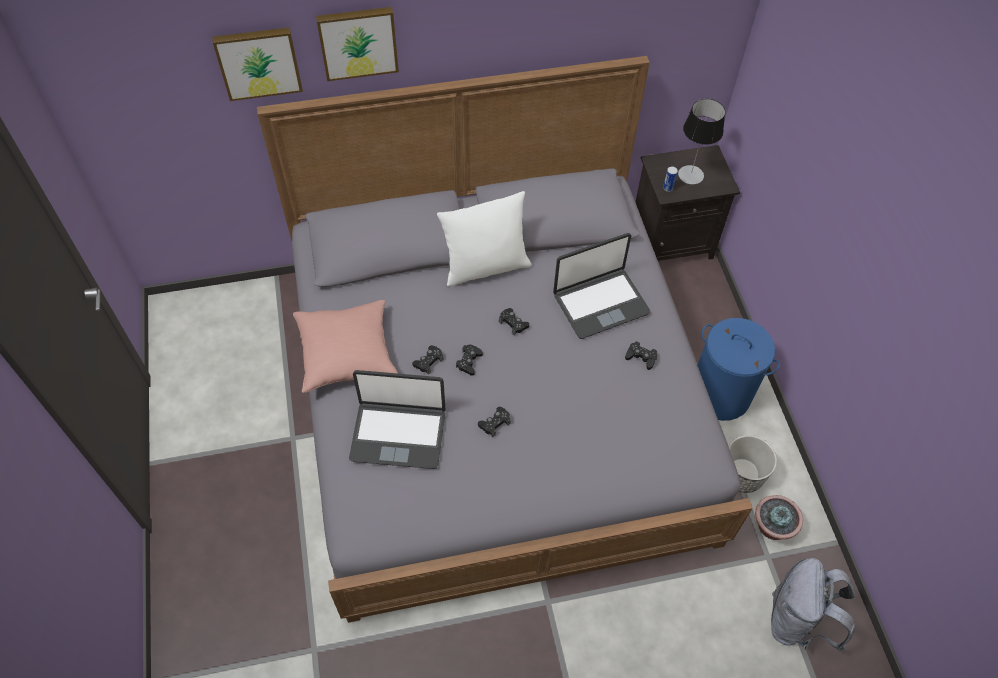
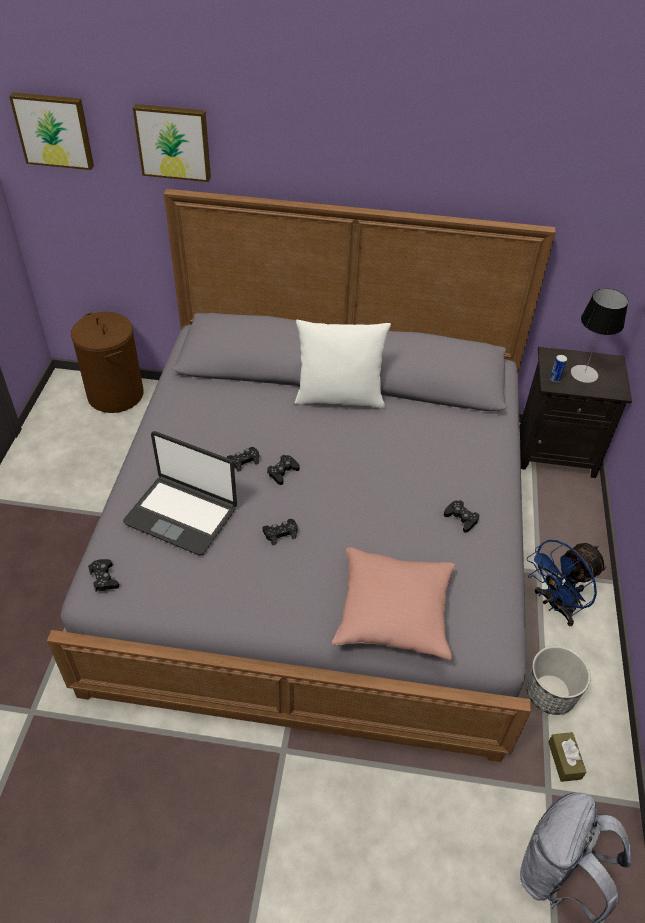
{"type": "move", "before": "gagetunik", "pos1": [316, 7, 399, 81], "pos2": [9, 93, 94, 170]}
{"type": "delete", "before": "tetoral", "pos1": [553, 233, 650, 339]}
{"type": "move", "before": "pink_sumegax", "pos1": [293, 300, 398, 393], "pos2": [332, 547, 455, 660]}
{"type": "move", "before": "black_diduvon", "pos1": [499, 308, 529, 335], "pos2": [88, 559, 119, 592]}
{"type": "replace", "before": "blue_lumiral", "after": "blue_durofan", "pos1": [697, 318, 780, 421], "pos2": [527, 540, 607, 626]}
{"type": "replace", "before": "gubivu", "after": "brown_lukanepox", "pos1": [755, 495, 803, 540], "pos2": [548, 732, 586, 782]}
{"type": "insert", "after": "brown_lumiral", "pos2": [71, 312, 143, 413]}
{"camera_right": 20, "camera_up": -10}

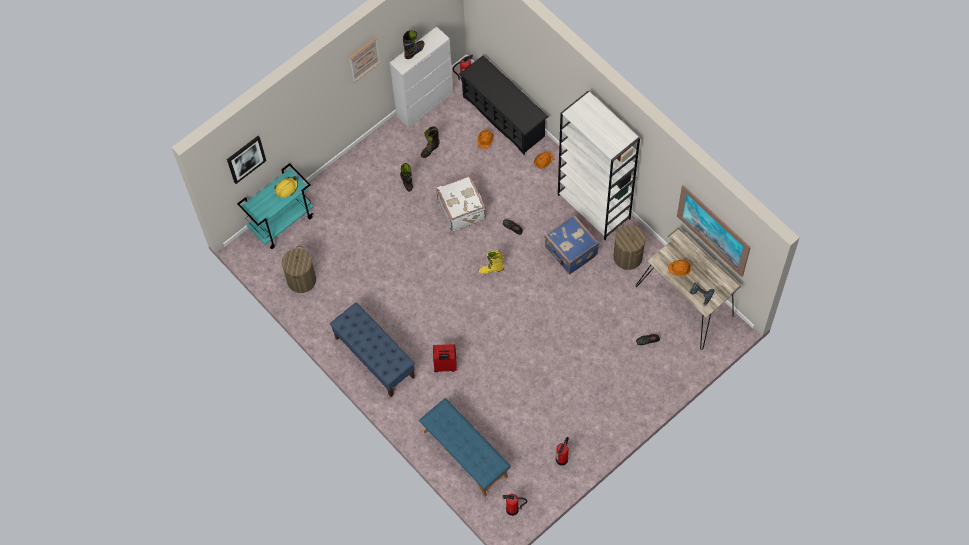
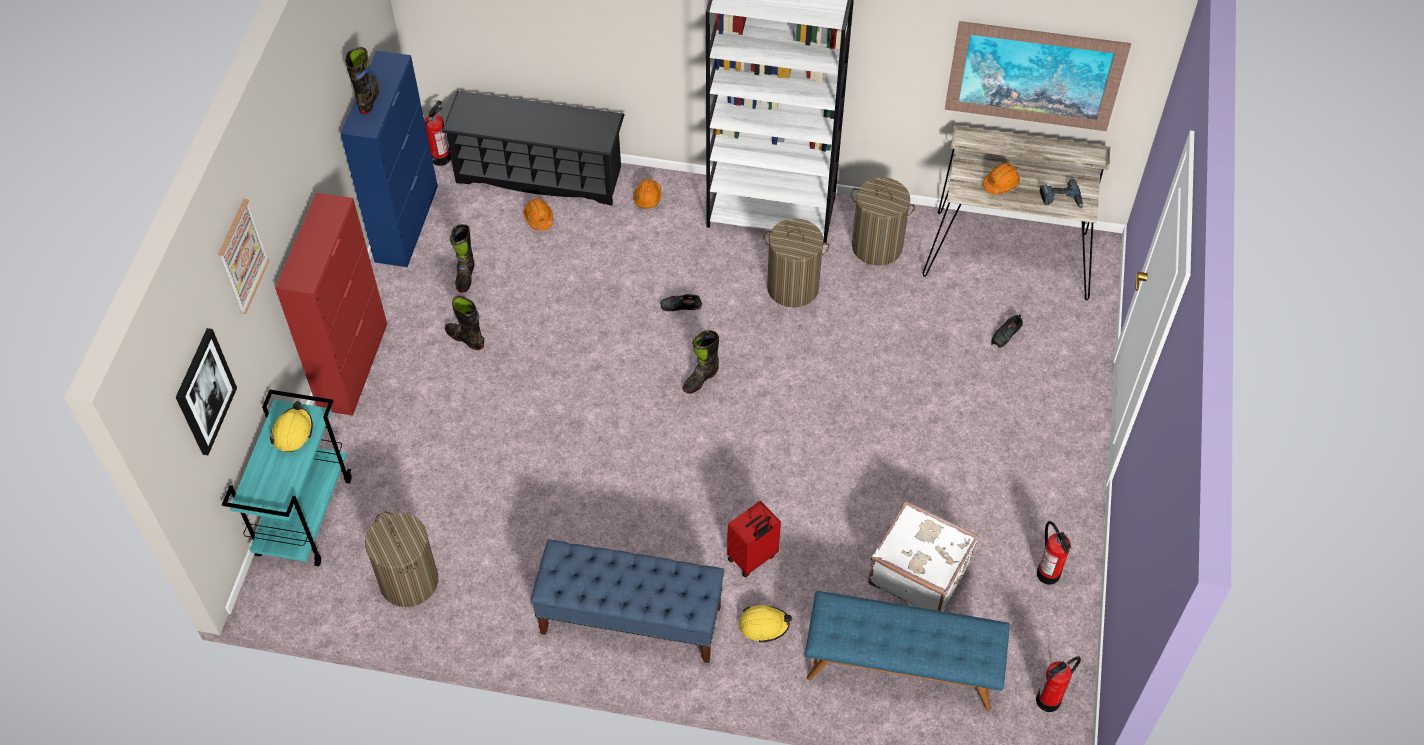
{"type": "recolor", "before": "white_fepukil", "after": "blue_fepukil", "pos1": [390, 27, 453, 128], "pos2": [340, 50, 438, 267]}
{"type": "move", "before": "gagetunik", "pos1": [349, 37, 380, 82], "pos2": [218, 199, 269, 314]}
{"type": "move", "before": "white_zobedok", "pos1": [436, 175, 486, 232], "pos2": [868, 501, 979, 611]}
{"type": "replace", "before": "blue_zobedok", "after": "lumiral", "pos1": [544, 215, 599, 274], "pos2": [763, 218, 830, 308]}
{"type": "recolor", "before": "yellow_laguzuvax", "after": "black_laguzuvax", "pos1": [478, 250, 504, 274], "pos2": [682, 330, 719, 394]}
{"type": "insert", "after": "red_fepukil", "pos2": [275, 192, 387, 416]}
{"type": "insert", "after": "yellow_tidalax", "pos2": [739, 605, 792, 643]}
{"camera_right": -40, "camera_up": -10}

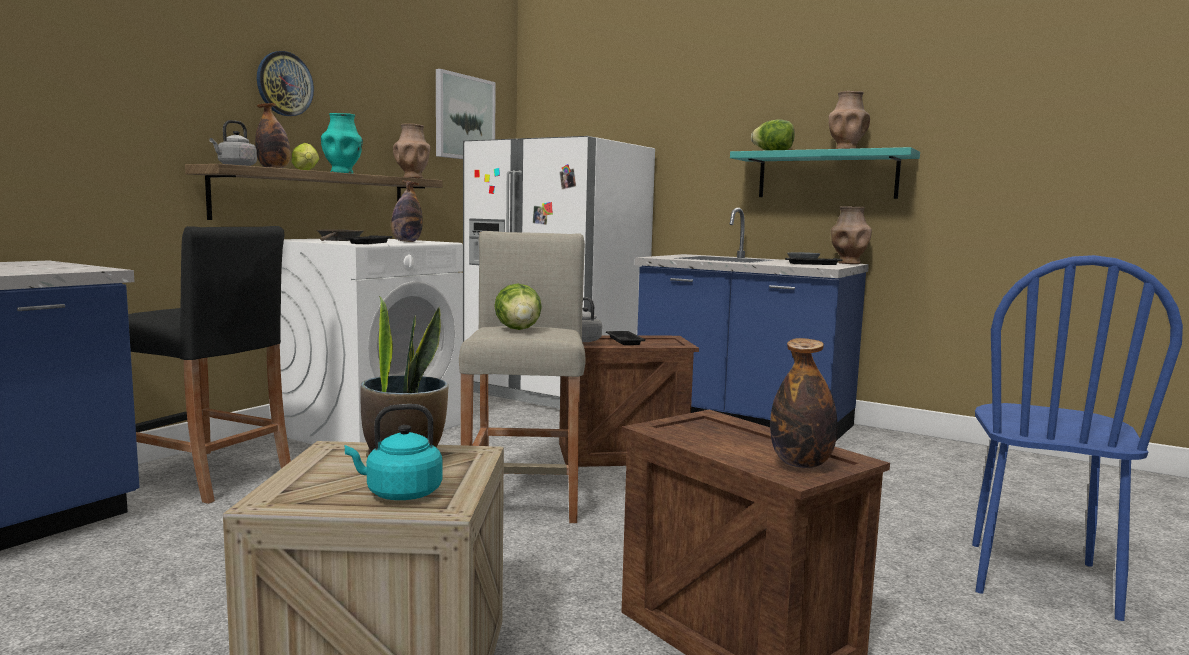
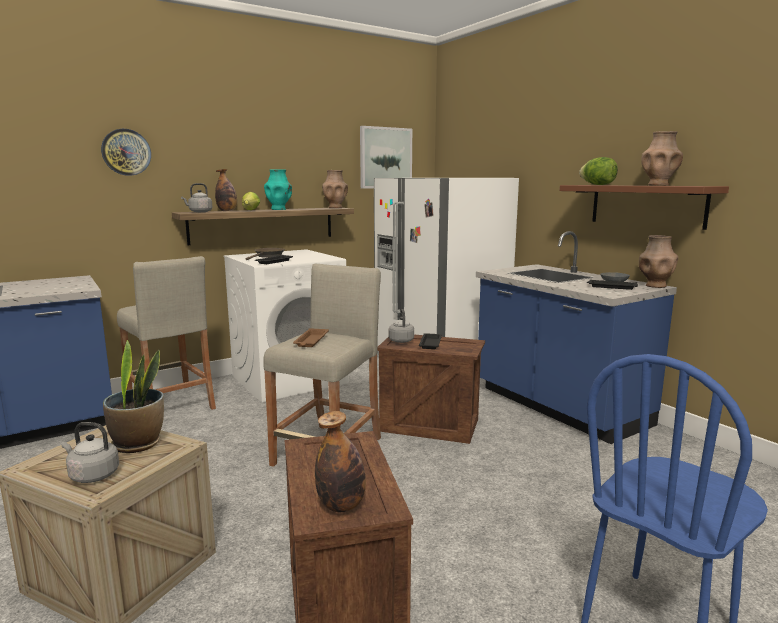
{"type": "move", "before": "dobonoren", "pos1": [257, 51, 314, 116], "pos2": [101, 129, 151, 176]}
{"type": "recolor", "before": "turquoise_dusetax", "after": "brown_dusetax", "pos1": [730, 147, 920, 199], "pos2": [560, 185, 729, 230]}
{"type": "delete", "before": "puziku", "pos1": [391, 180, 423, 242]}
{"type": "recolor", "before": "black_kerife", "after": "beige_kerife", "pos1": [128, 226, 291, 504], "pos2": [117, 256, 216, 410]}
{"type": "replace", "before": "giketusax", "after": "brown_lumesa", "pos1": [494, 283, 542, 330], "pos2": [293, 328, 329, 347]}
{"type": "recolor", "before": "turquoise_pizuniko", "after": "grey_pizuniko", "pos1": [345, 404, 443, 500], "pos2": [61, 422, 119, 483]}
{"camera_right": 25, "camera_up": 5}

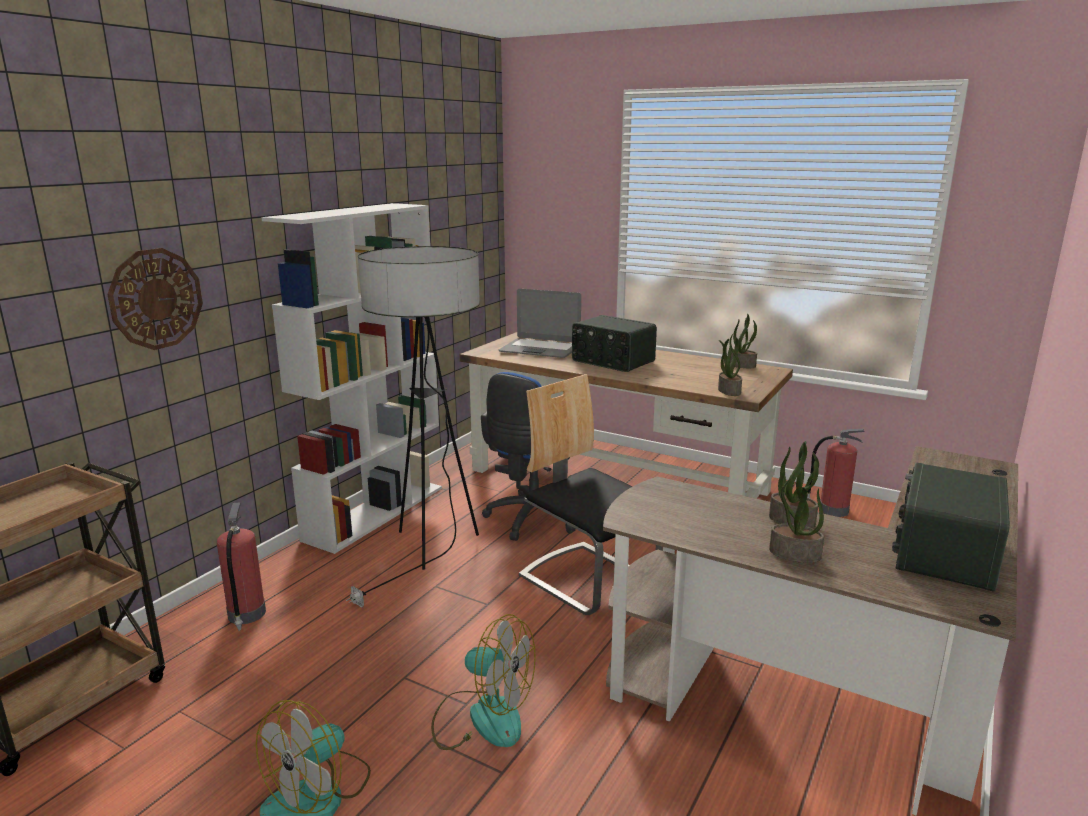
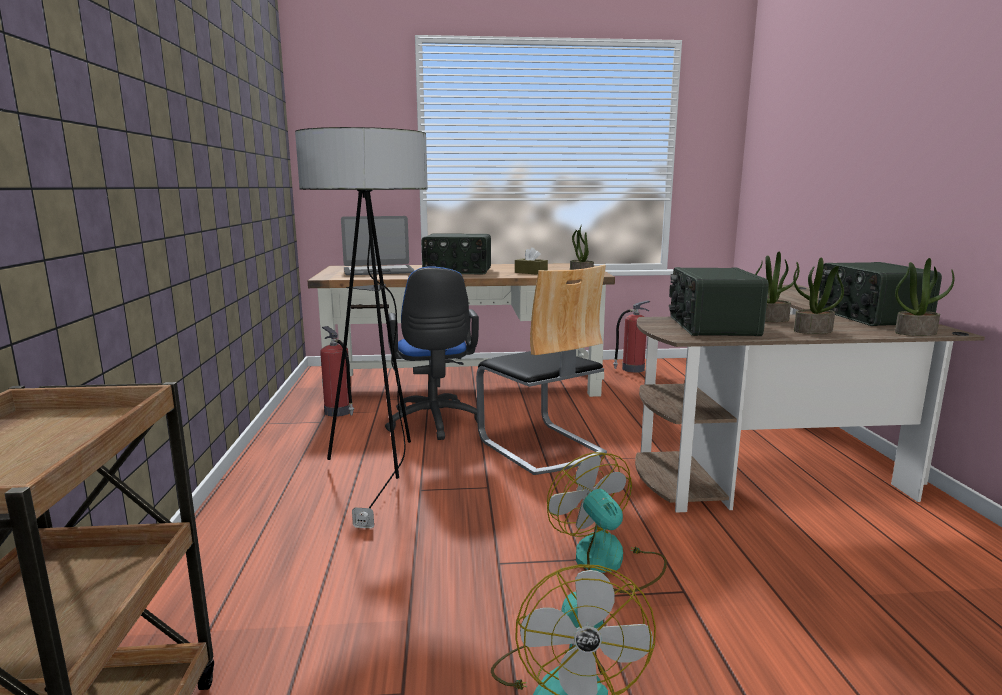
{"type": "delete", "before": "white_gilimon", "pos1": [261, 203, 442, 554]}
{"type": "delete", "before": "dobonoren", "pos1": [107, 248, 203, 350]}
{"type": "move", "before": "gubivu", "pos1": [728, 314, 757, 368], "pos2": [895, 258, 954, 336]}
{"type": "rotate", "before": "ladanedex", "pos1": [519, 374, 663, 615], "pos2": [476, 265, 607, 475], "turn": -135}
{"type": "move", "before": "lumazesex", "pos1": [217, 502, 266, 631], "pos2": [320, 326, 354, 417]}
{"type": "rotate", "before": "durofan", "pos1": [431, 614, 536, 750], "pos2": [547, 452, 667, 593], "turn": -105}
{"type": "insert", "after": "brown_lukanepox", "pos2": [515, 247, 548, 275]}
{"type": "insert", "after": "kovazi", "pos2": [669, 267, 769, 336]}
{"camera_right": -35, "camera_up": -5}

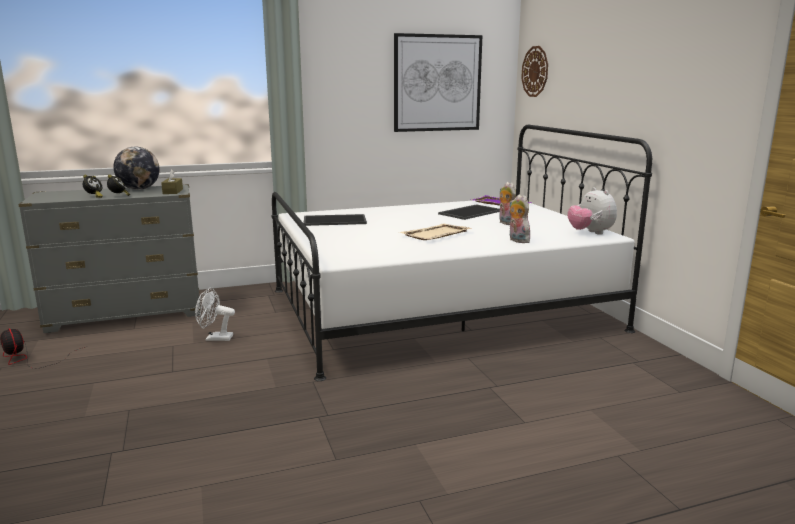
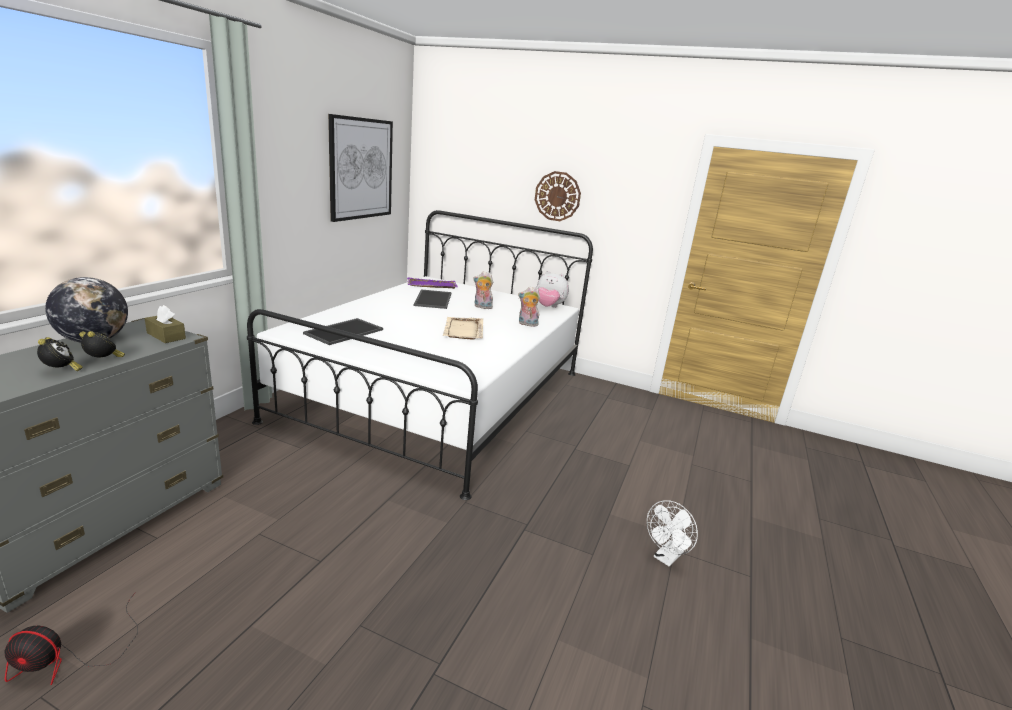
{"type": "move", "before": "dobonoren", "pos1": [521, 46, 548, 97], "pos2": [535, 171, 581, 221]}
{"type": "move", "before": "white_durofan", "pos1": [195, 287, 235, 341], "pos2": [647, 500, 698, 567]}
{"camera_right": -50, "camera_up": 5}

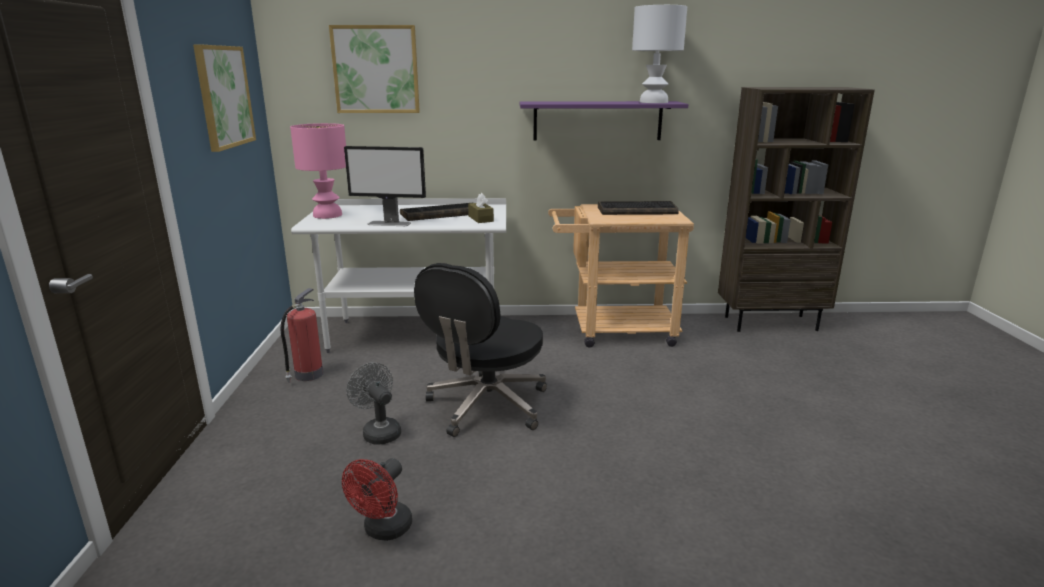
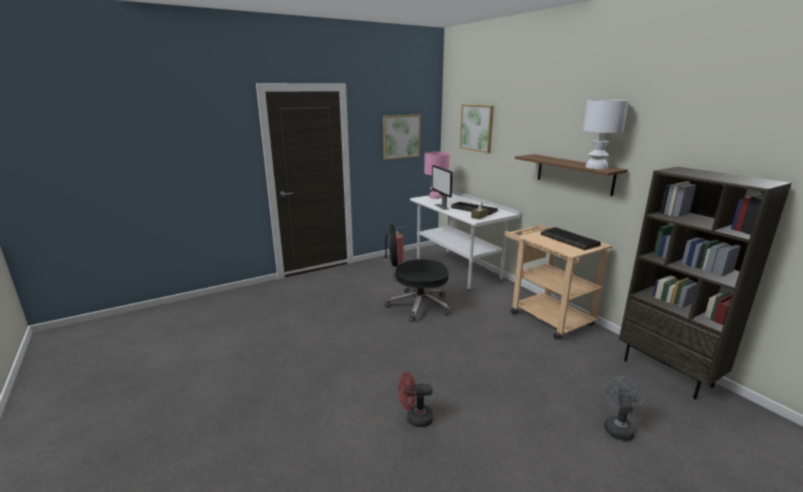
{"type": "recolor", "before": "purple_dusetax", "after": "brown_dusetax", "pos1": [520, 101, 689, 140], "pos2": [515, 154, 628, 196]}
{"type": "move", "before": "grey_durofan", "pos1": [346, 362, 401, 445], "pos2": [604, 377, 645, 441]}
{"type": "move", "before": "red_durofan", "pos1": [342, 458, 412, 541], "pos2": [398, 372, 433, 427]}
{"camera_right": 60, "camera_up": 0}

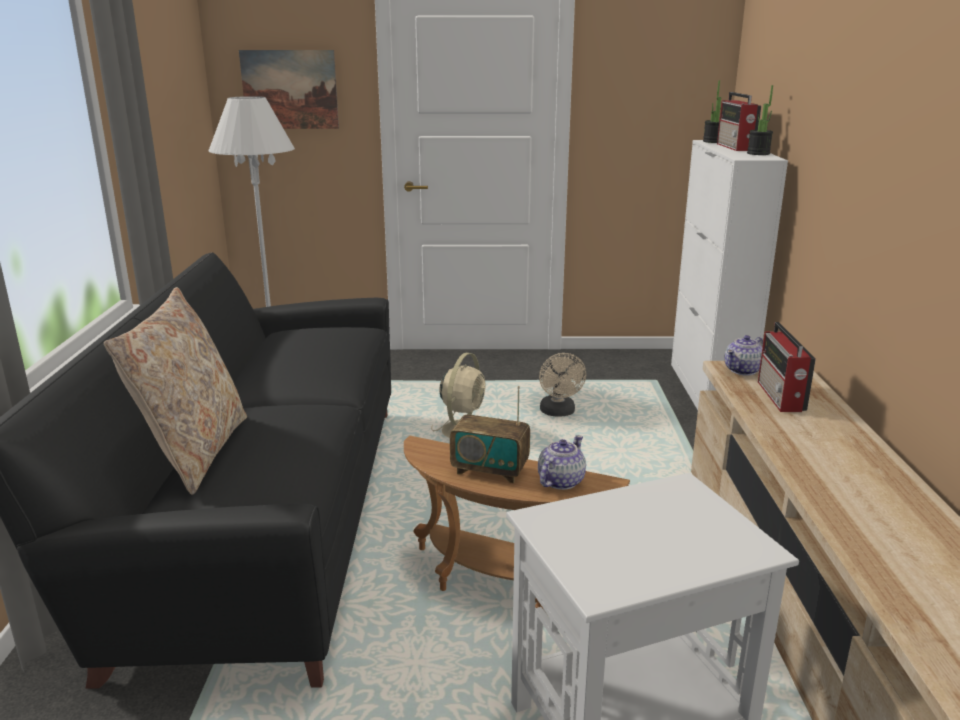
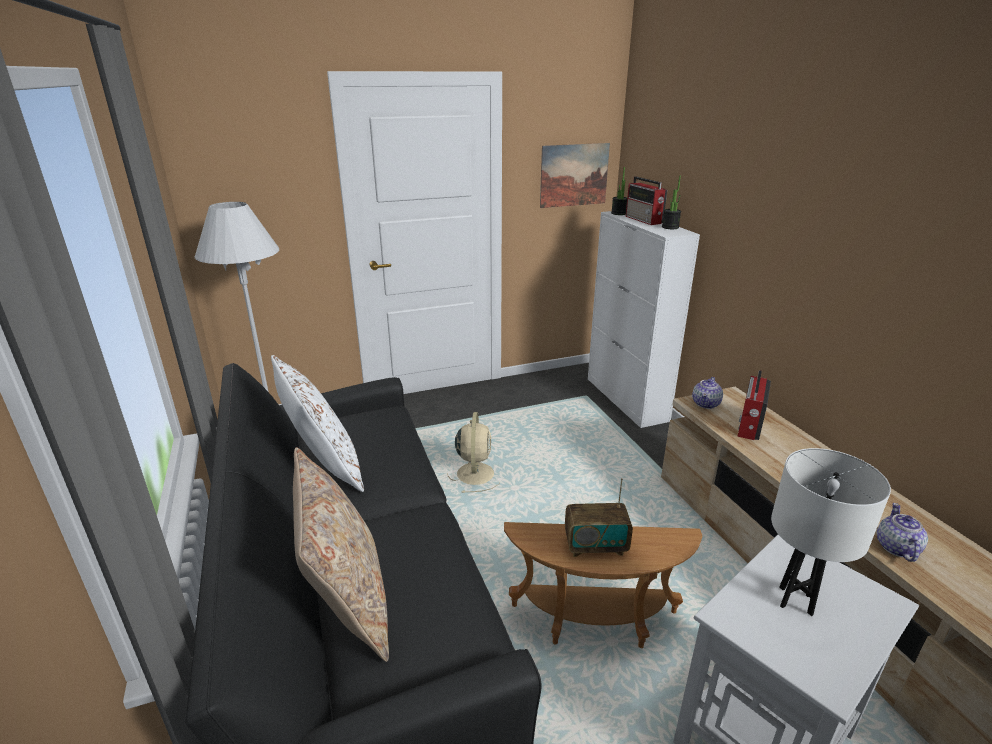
{"type": "move", "before": "gagetunik", "pos1": [239, 50, 339, 129], "pos2": [540, 143, 610, 208]}
{"type": "rotate", "before": "kovazi", "pos1": [758, 322, 816, 412], "pos2": [737, 370, 771, 440], "turn": 45}
{"type": "delete", "before": "beige_durofan", "pos1": [539, 353, 586, 417]}
{"type": "move", "before": "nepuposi", "pos1": [538, 435, 586, 490], "pos2": [877, 503, 928, 562]}
{"type": "insert", "after": "white_sumegax", "pos2": [271, 355, 364, 492]}
{"type": "insert", "after": "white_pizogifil", "pos2": [771, 448, 891, 616]}
{"camera_right": -20, "camera_up": 5}

